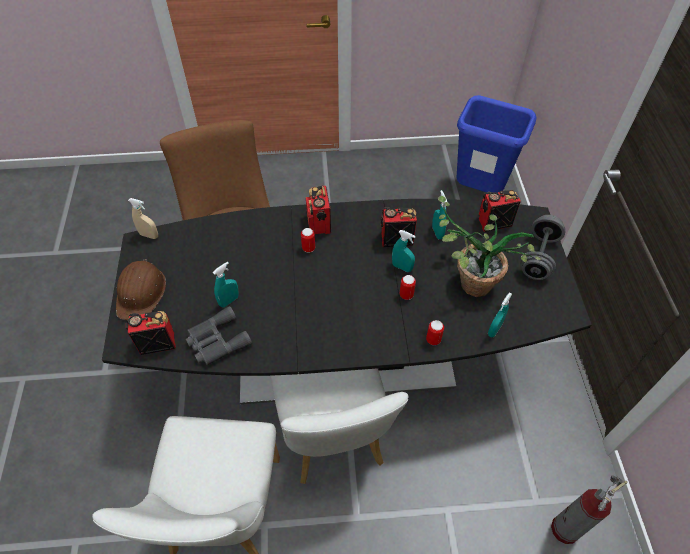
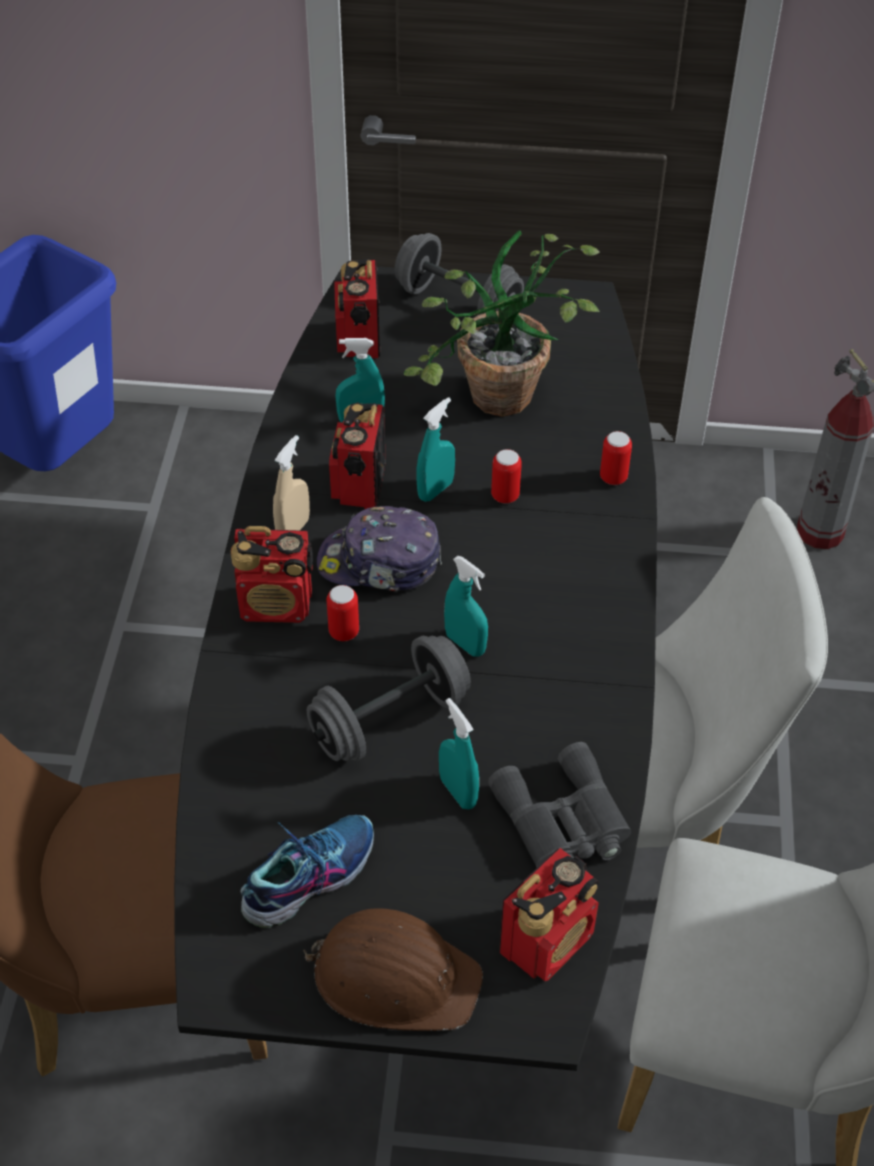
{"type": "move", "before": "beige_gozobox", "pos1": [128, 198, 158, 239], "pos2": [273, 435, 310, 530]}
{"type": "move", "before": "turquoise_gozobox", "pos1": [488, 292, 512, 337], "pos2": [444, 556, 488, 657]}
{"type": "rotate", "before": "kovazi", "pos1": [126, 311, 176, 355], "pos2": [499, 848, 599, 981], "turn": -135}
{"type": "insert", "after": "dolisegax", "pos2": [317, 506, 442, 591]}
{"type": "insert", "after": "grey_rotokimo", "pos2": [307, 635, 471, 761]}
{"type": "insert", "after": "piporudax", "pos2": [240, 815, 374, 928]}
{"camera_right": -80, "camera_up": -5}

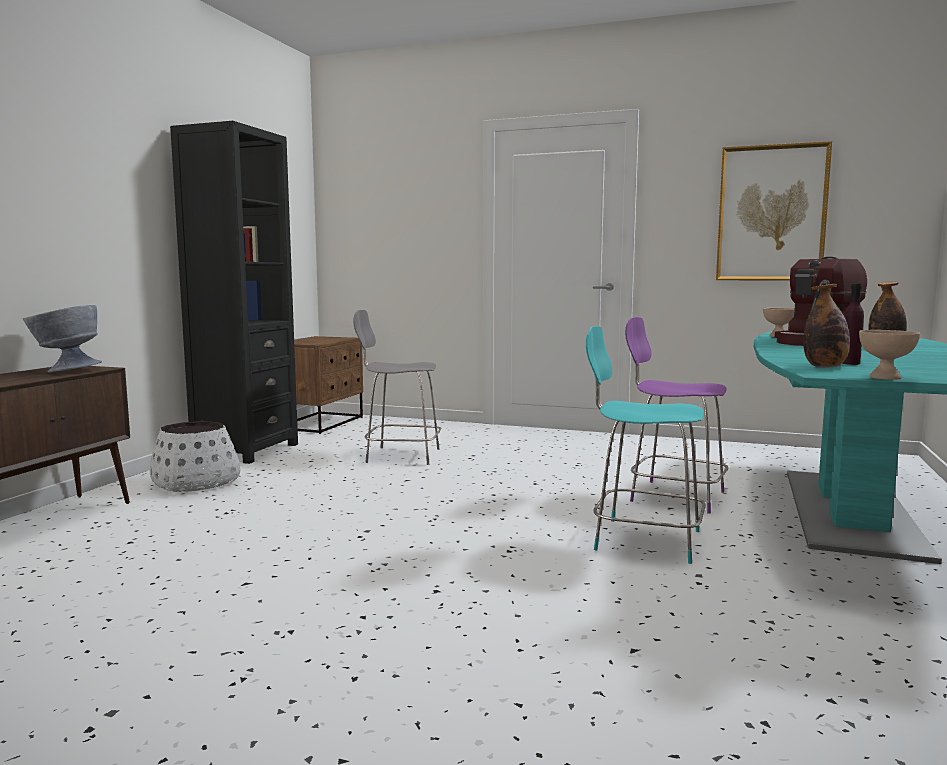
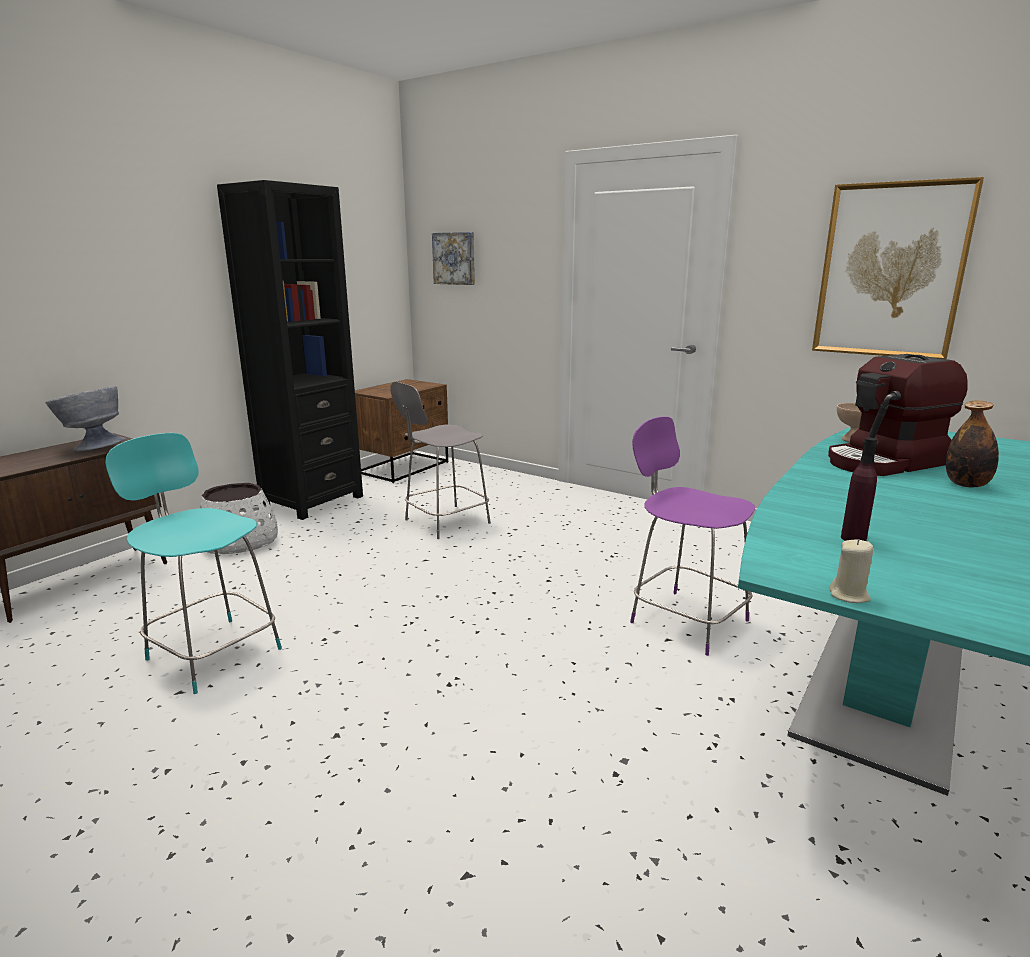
{"type": "delete", "before": "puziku", "pos1": [803, 284, 850, 367]}
{"type": "rotate", "before": "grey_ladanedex", "pos1": [353, 310, 441, 465], "pos2": [390, 381, 491, 539], "turn": -60}
{"type": "move", "before": "turquoise_ladanedex", "pos1": [586, 326, 706, 564], "pos2": [105, 433, 282, 694]}
{"type": "replace", "before": "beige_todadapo", "after": "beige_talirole", "pos1": [859, 330, 920, 380], "pos2": [829, 539, 873, 603]}
{"type": "insert", "after": "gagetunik", "pos2": [432, 232, 475, 285]}
{"camera_right": 15, "camera_up": 10}

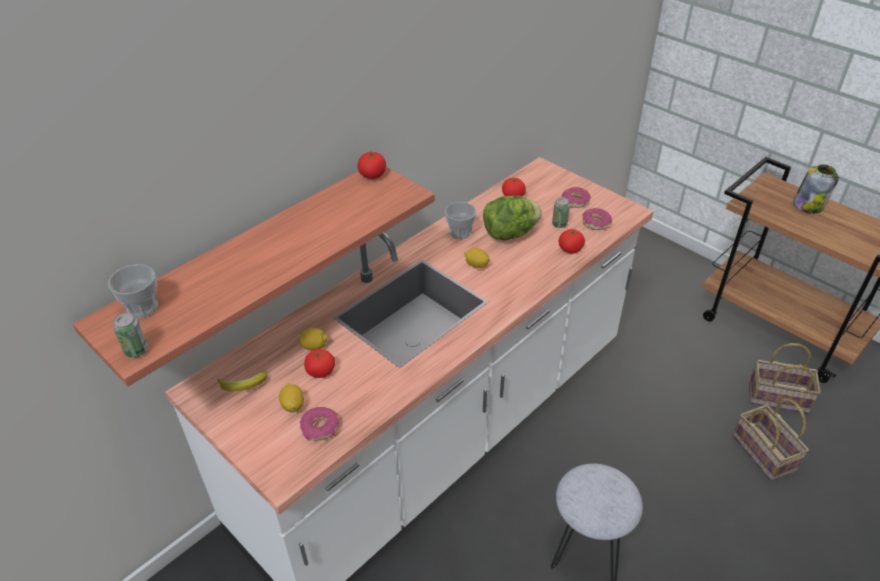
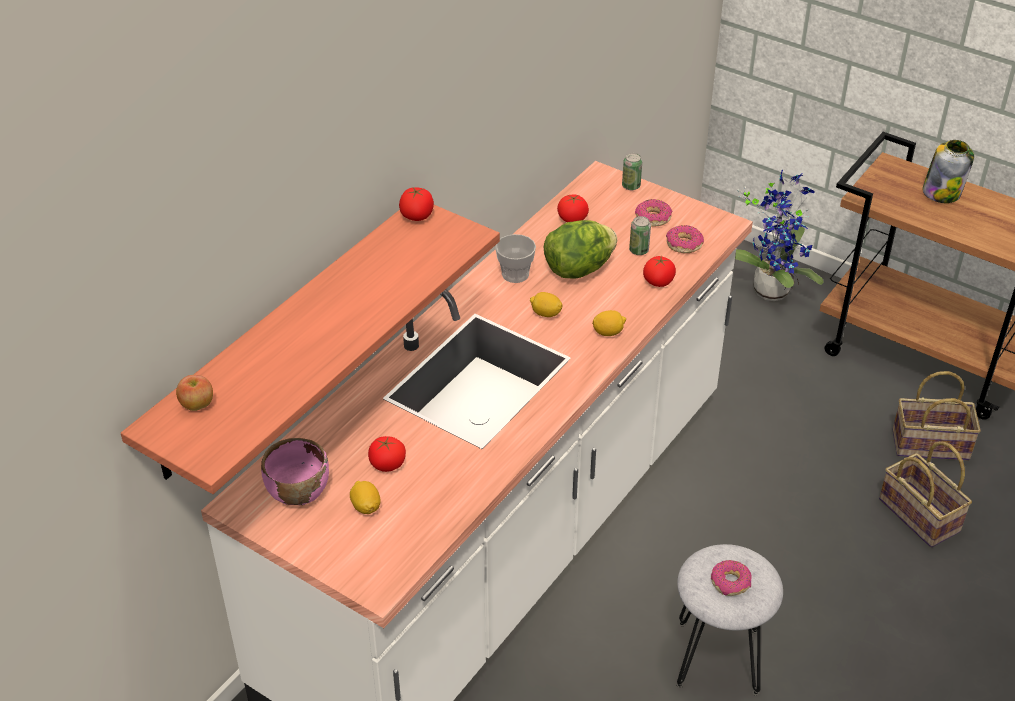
{"type": "replace", "before": "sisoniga", "after": "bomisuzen", "pos1": [108, 264, 158, 318], "pos2": [176, 375, 213, 411]}
{"type": "move", "before": "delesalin", "pos1": [113, 313, 148, 358], "pos2": [622, 153, 642, 190]}
{"type": "move", "before": "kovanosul", "pos1": [299, 328, 328, 351], "pos2": [592, 310, 626, 336]}
{"type": "replace", "before": "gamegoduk", "after": "pink_todadapo", "pos1": [217, 371, 268, 391], "pos2": [261, 438, 329, 505]}
{"type": "move", "before": "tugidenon", "pos1": [300, 407, 339, 441], "pos2": [711, 560, 752, 596]}
{"type": "insert", "after": "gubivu", "pos2": [735, 169, 824, 301]}
{"camera_right": -10, "camera_up": 0}

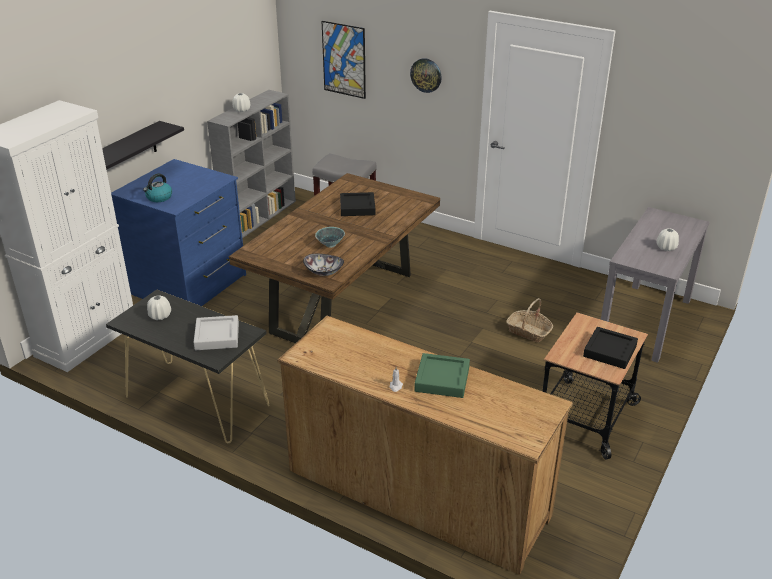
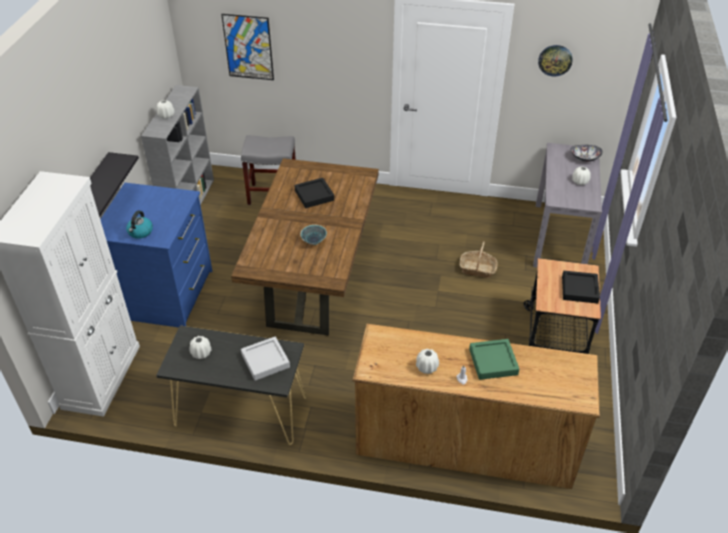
{"type": "move", "before": "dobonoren", "pos1": [410, 58, 442, 93], "pos2": [538, 45, 573, 77]}
{"type": "move", "before": "todadapo", "pos1": [303, 254, 344, 276], "pos2": [571, 145, 603, 162]}
{"type": "insert", "after": "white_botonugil", "pos2": [416, 349, 439, 374]}
{"camera_right": -20, "camera_up": 10}

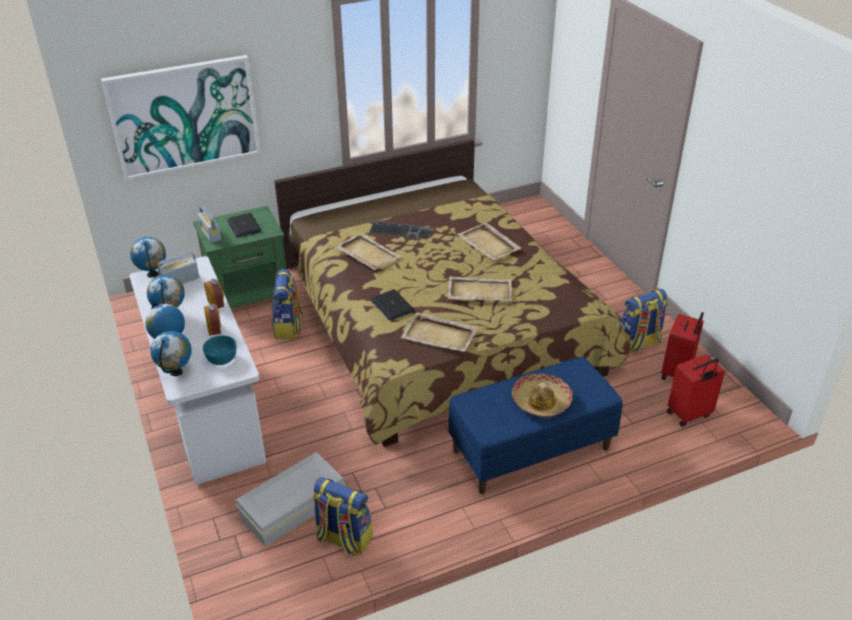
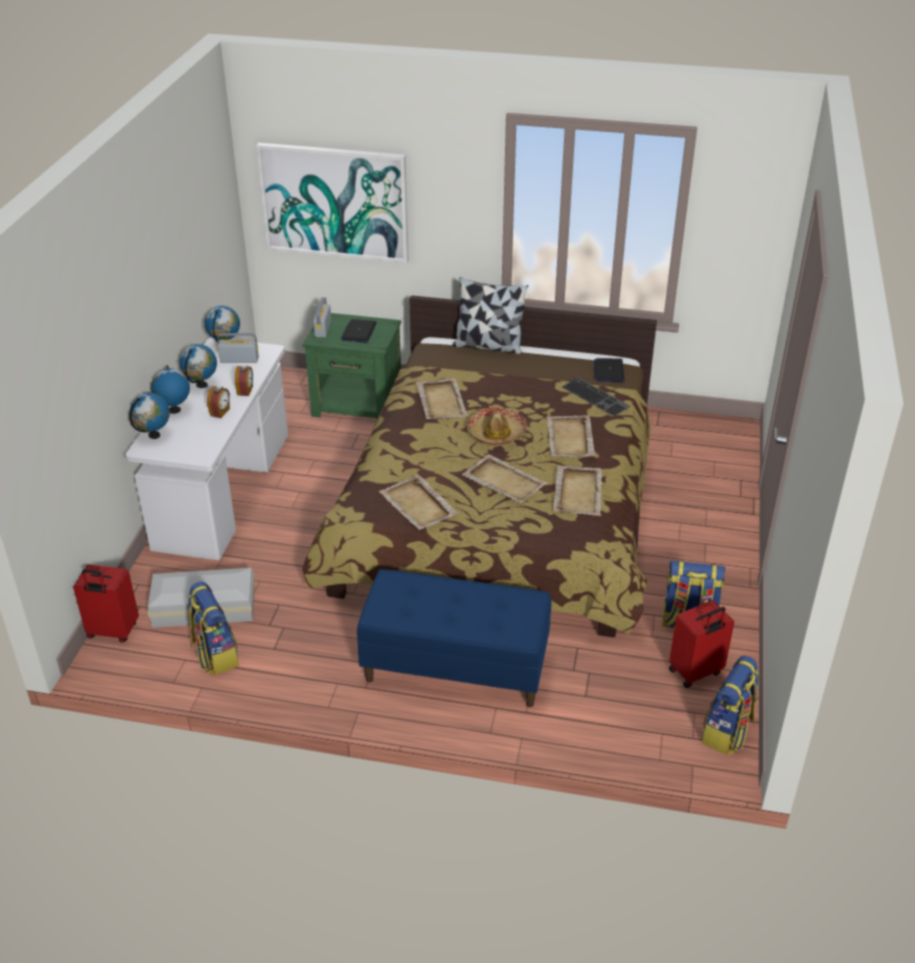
{"type": "move", "before": "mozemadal", "pos1": [369, 221, 432, 240], "pos2": [562, 377, 630, 416]}
{"type": "move", "before": "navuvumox", "pos1": [271, 269, 303, 339], "pos2": [701, 656, 760, 756]}
{"type": "move", "before": "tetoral", "pos1": [371, 289, 415, 320], "pos2": [594, 358, 624, 382]}
{"type": "delete", "before": "turquoise_todadapo", "pos1": [203, 335, 236, 365]}
{"type": "move", "before": "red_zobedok", "pos1": [667, 355, 725, 427], "pos2": [73, 565, 139, 642]}
{"type": "move", "before": "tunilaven", "pos1": [512, 374, 572, 417], "pos2": [468, 408, 527, 445]}
{"type": "insert", "after": "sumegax", "pos2": [453, 277, 528, 354]}
{"type": "insert", "after": "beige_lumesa", "pos2": [554, 465, 602, 516]}
{"camera_right": 35, "camera_up": 0}

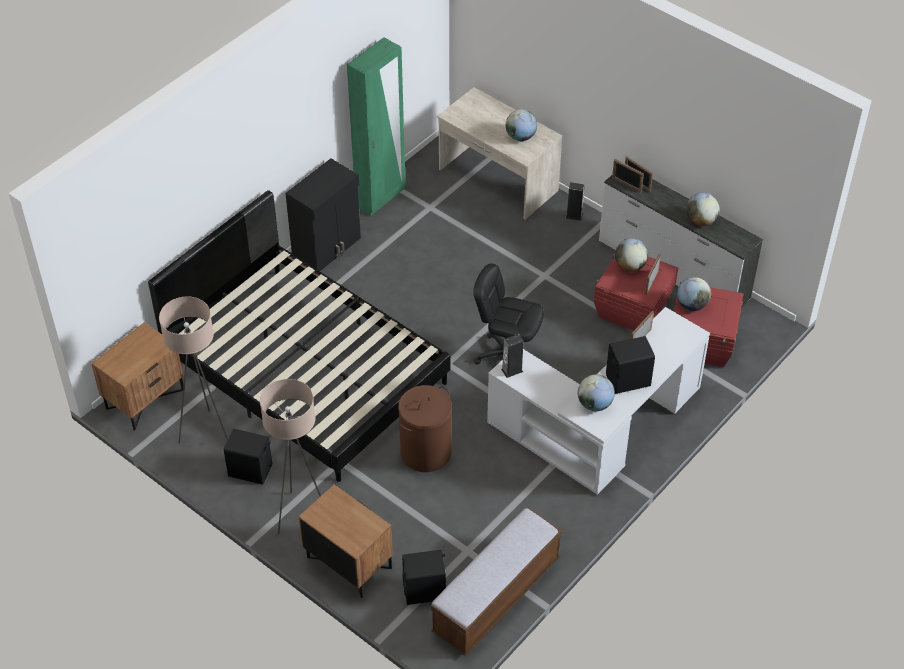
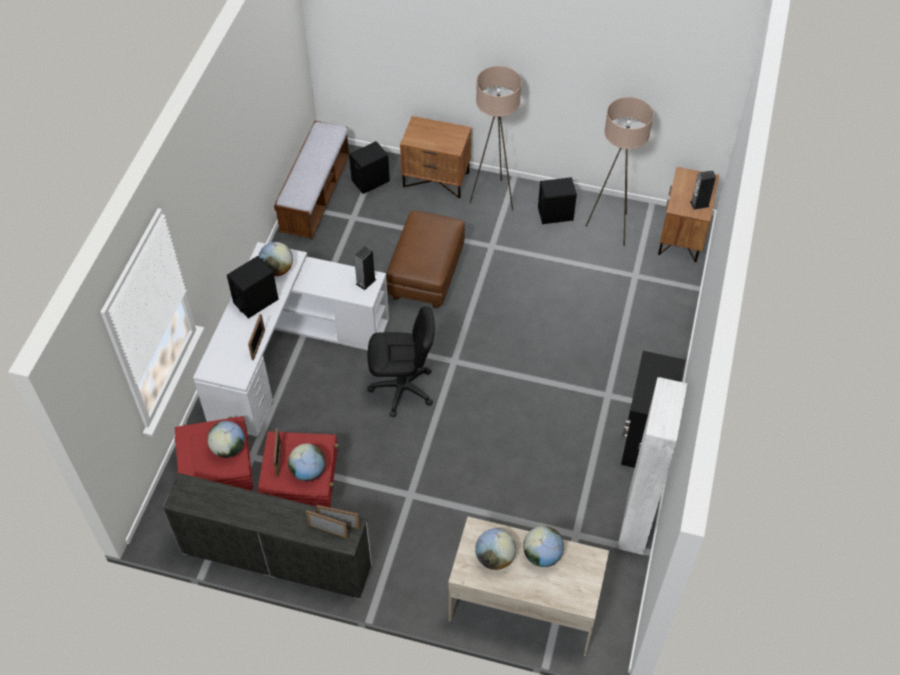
{"type": "recolor", "before": "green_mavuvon", "after": "white_mavuvon", "pos1": [347, 37, 406, 216], "pos2": [618, 377, 687, 555]}
{"type": "move", "before": "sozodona", "pos1": [566, 182, 585, 221], "pos2": [690, 170, 716, 210]}
{"type": "delete", "before": "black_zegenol", "pos1": [148, 190, 450, 482]}
{"type": "move", "before": "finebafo", "pos1": [686, 192, 720, 226], "pos2": [523, 526, 564, 567]}
{"type": "replace", "before": "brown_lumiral", "after": "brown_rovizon", "pos1": [398, 385, 452, 472], "pos2": [386, 211, 465, 309]}
{"camera_right": 155, "camera_up": 5}

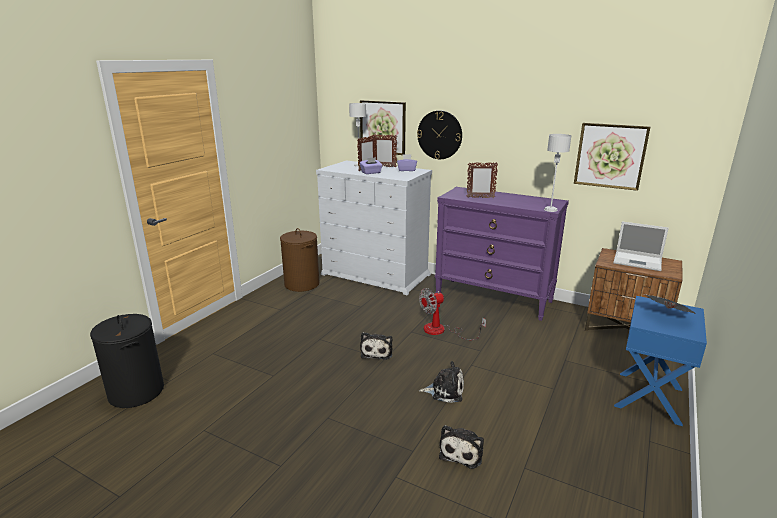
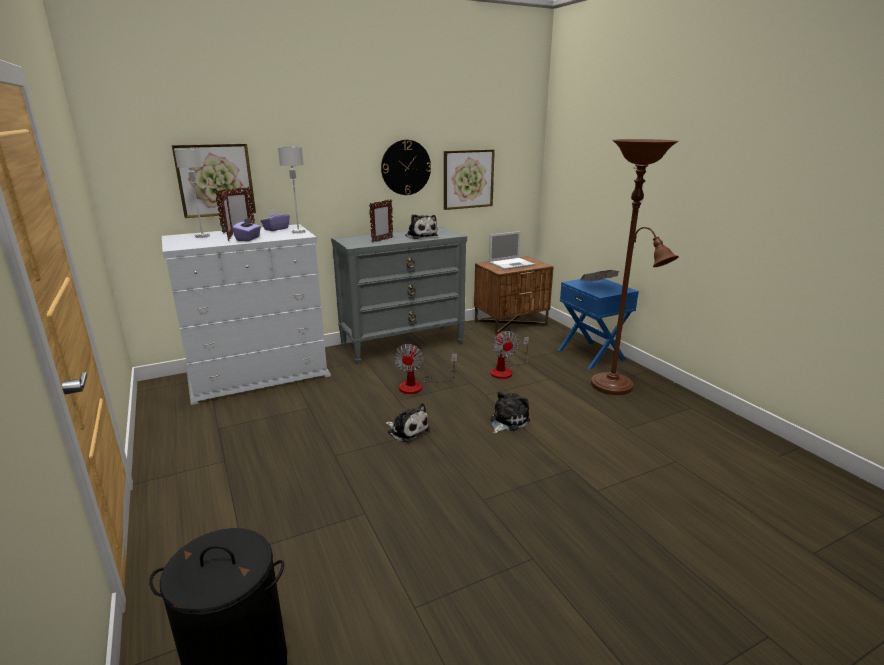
{"type": "move", "before": "dobonoren", "pos1": [417, 110, 462, 159], "pos2": [381, 140, 431, 195]}
{"type": "move", "before": "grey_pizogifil", "pos1": [544, 134, 572, 212], "pos2": [278, 147, 306, 234]}
{"type": "recolor", "before": "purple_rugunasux", "after": "grey_rugunasux", "pos1": [435, 187, 569, 321], "pos2": [331, 227, 467, 364]}
{"type": "delete", "before": "brown_lumiral", "pos1": [280, 228, 320, 292]}
{"type": "move", "before": "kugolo", "pos1": [439, 425, 484, 469], "pos2": [405, 214, 438, 239]}
{"type": "insert", "after": "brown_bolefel", "pos2": [591, 139, 679, 395]}
{"type": "insert", "after": "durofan", "pos2": [490, 331, 529, 379]}
{"camera_right": -55, "camera_up": 0}

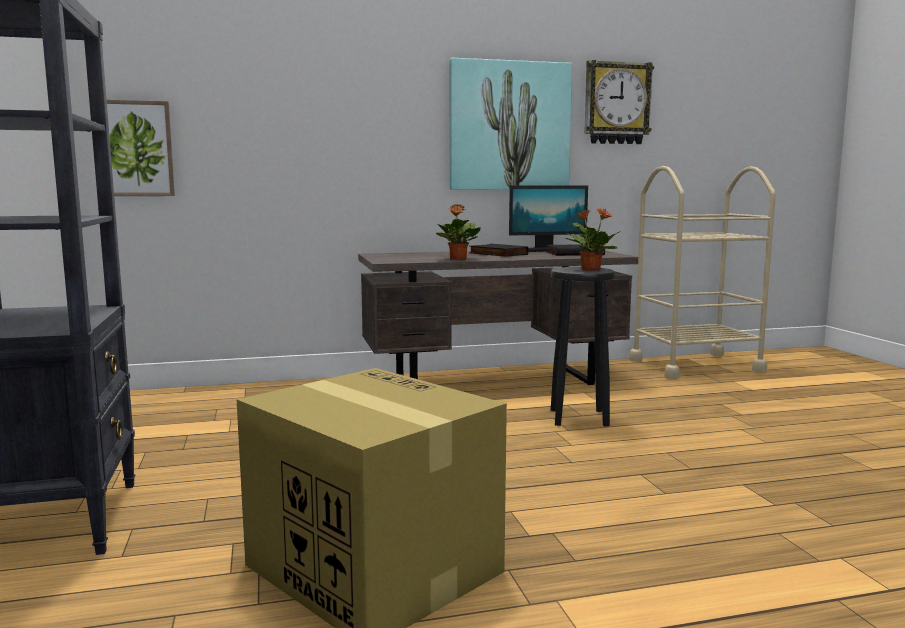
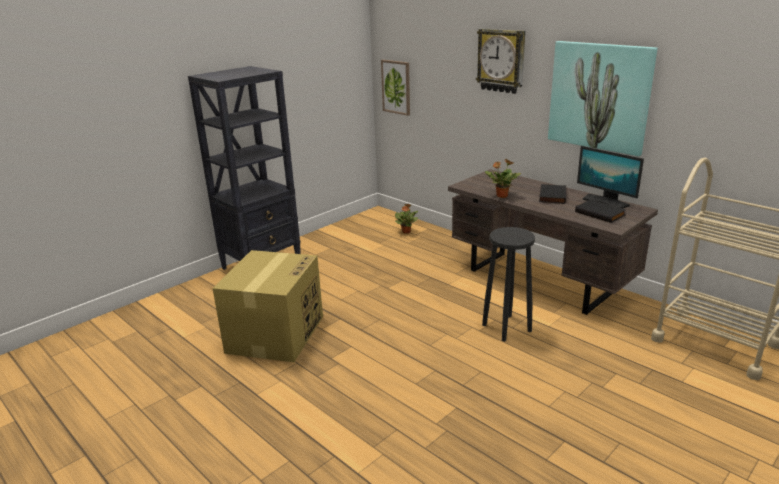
{"type": "move", "before": "dobonoren", "pos1": [584, 60, 654, 144], "pos2": [476, 28, 525, 94]}
{"type": "move", "before": "gubivu", "pos1": [565, 208, 621, 271], "pos2": [395, 204, 418, 234]}
{"camera_right": 60, "camera_up": 15}

